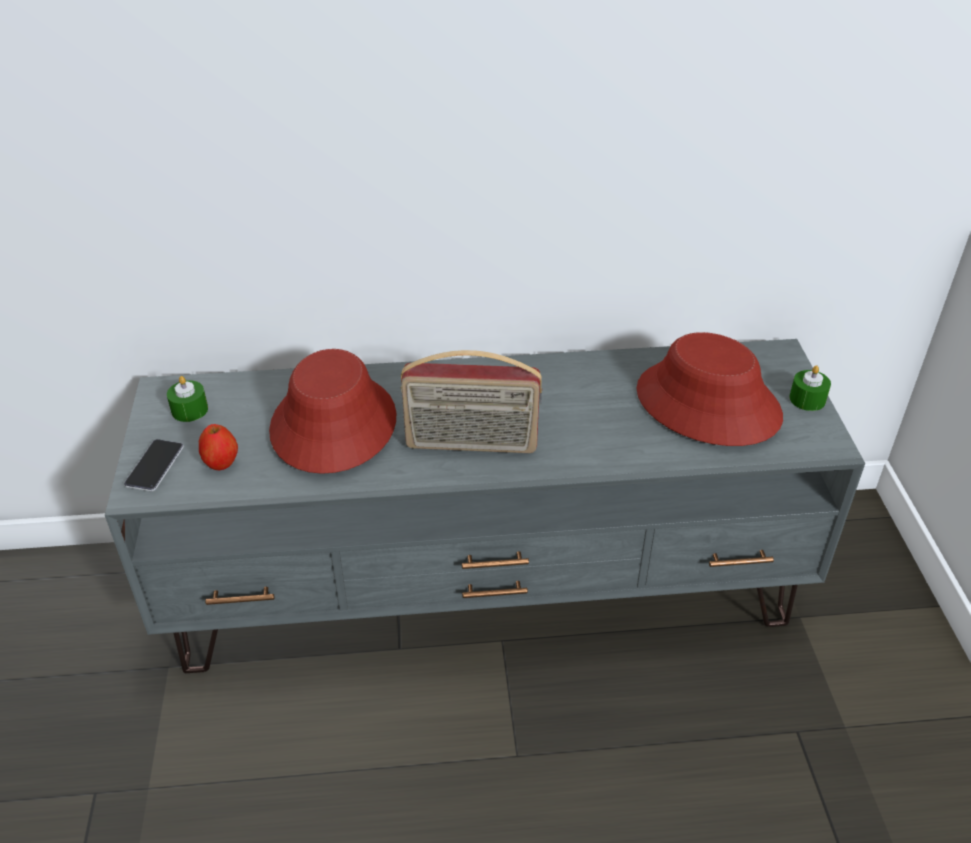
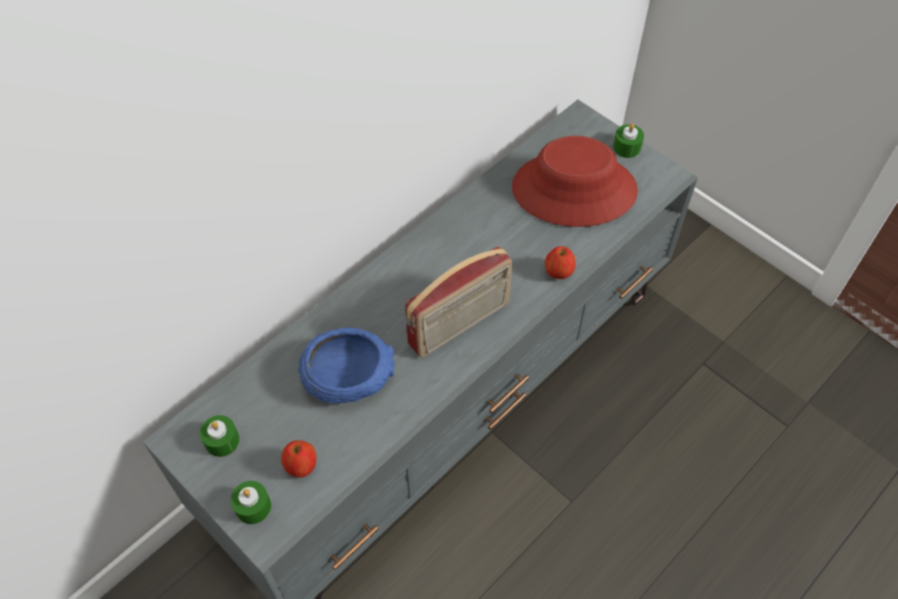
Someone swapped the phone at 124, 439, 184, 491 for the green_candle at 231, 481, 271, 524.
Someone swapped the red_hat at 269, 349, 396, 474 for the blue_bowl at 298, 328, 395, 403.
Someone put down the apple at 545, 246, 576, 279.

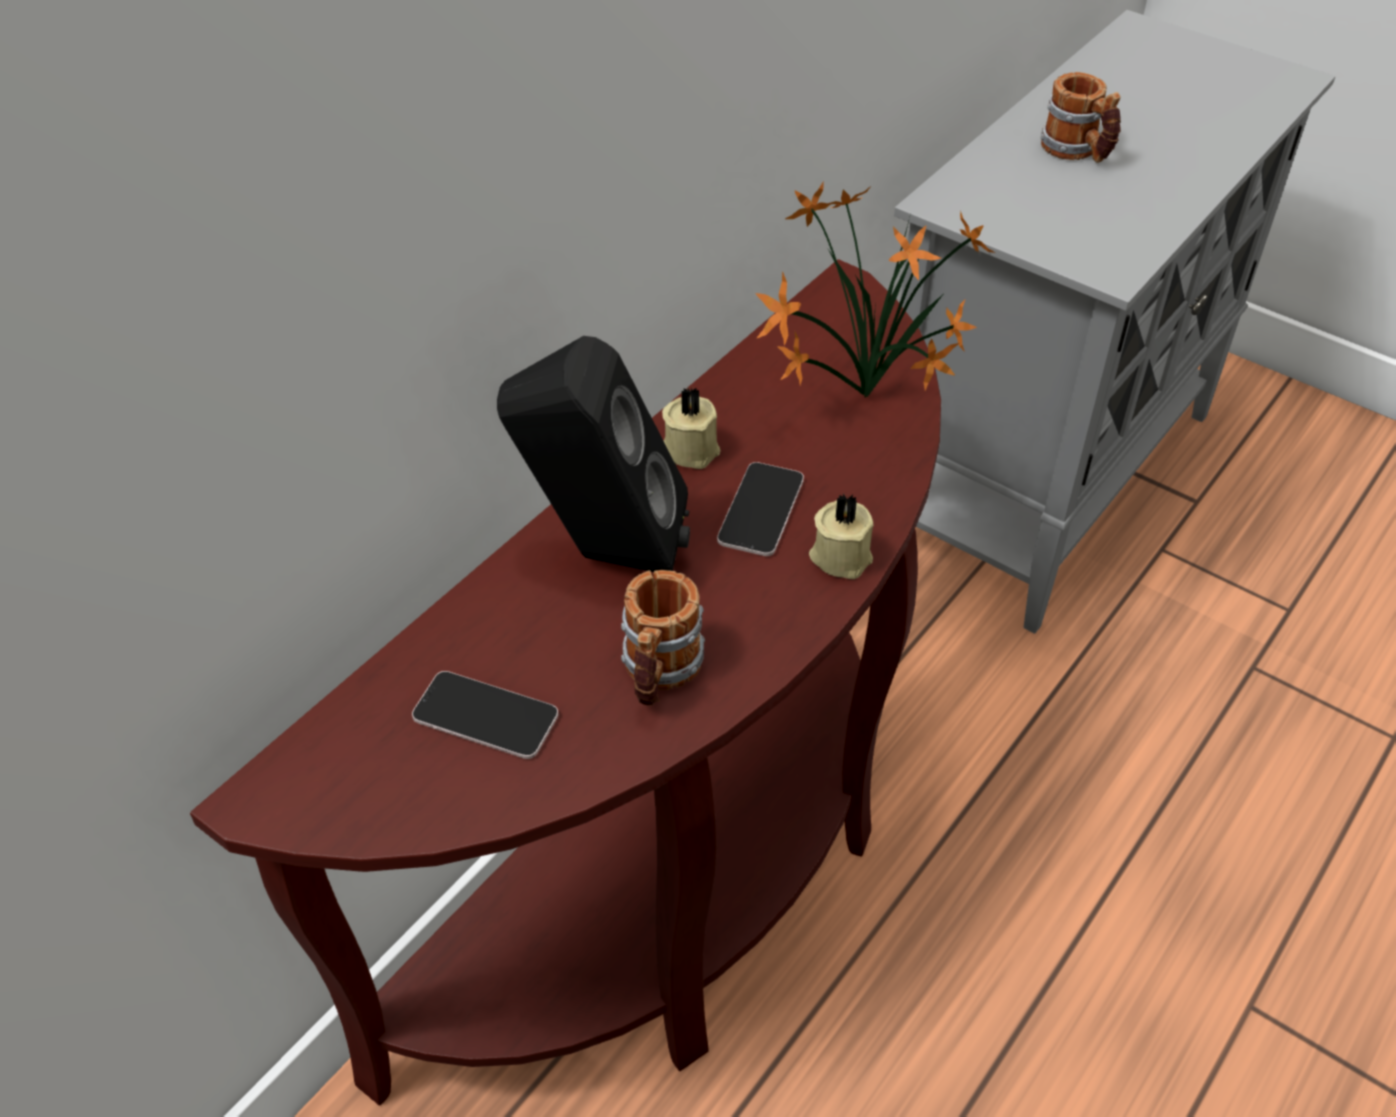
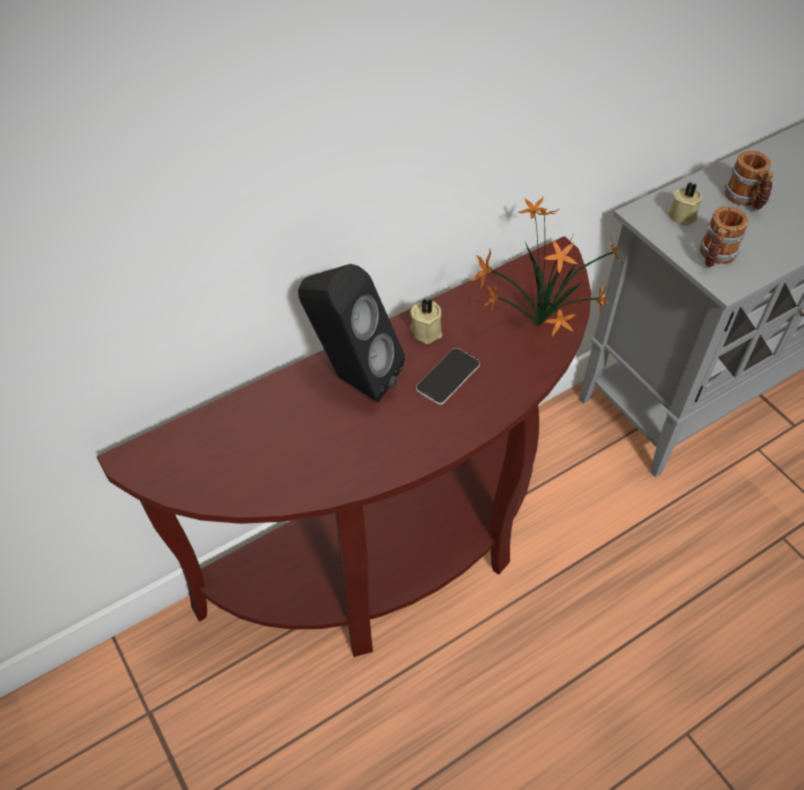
Someone took away the phone at 412, 671, 558, 759.
Someone carried the mug from 621, 570, 705, 705 to 700, 206, 748, 268.
Someone carried the beige_candle from 809, 493, 874, 579 to 667, 182, 702, 226.

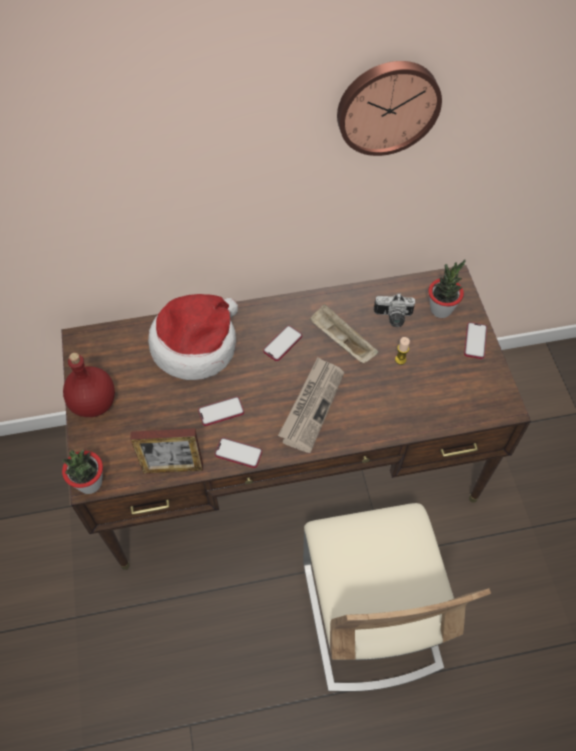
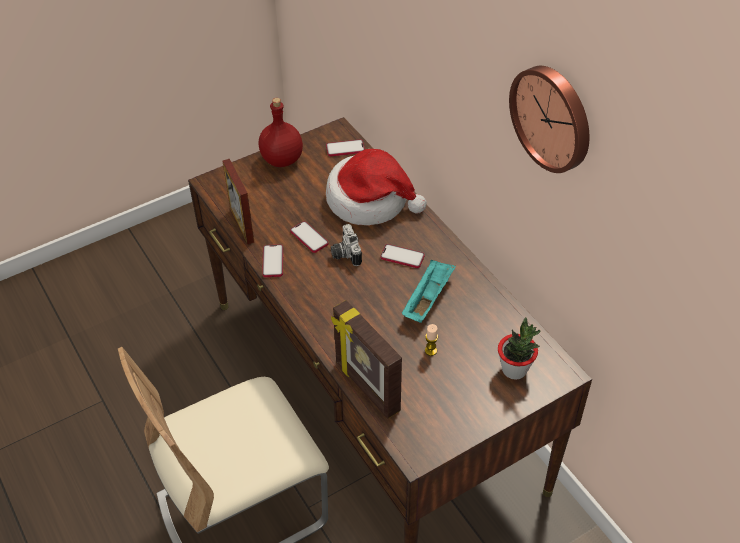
Someone took away the potted_plant at 62, 450, 103, 494.
Someone took away the newspaper at 278, 357, 344, 453.
Someone repainted the beige_tray at 309, 304, 379, 363, which became the turquoise_tray at 402, 259, 456, 323.
Someone carried the photo_camera from 374, 293, 415, 327 to 331, 224, 362, 266.
Someone carried the phone from 464, 322, 487, 359 to 326, 139, 365, 157.
Someone put down the picture_frame at 331, 300, 402, 419.

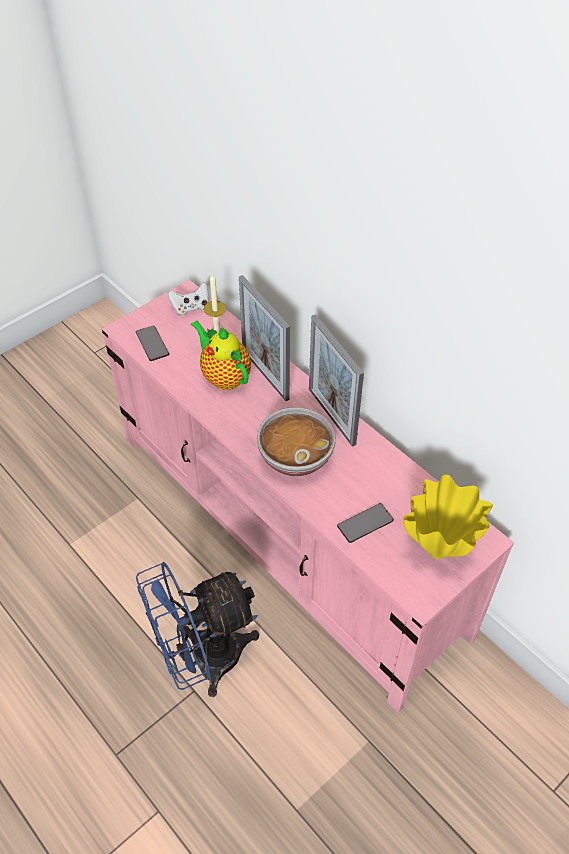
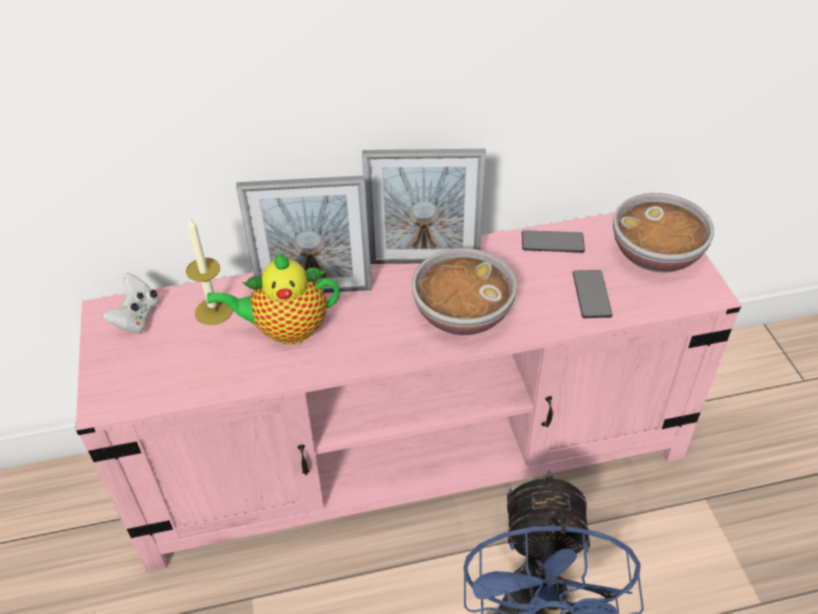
Someone carried the phone from 136, 326, 169, 361 to 522, 230, 585, 253.
Someone swapped the yellow_vase at 403, 475, 493, 559 for the bowl at 613, 193, 714, 273.

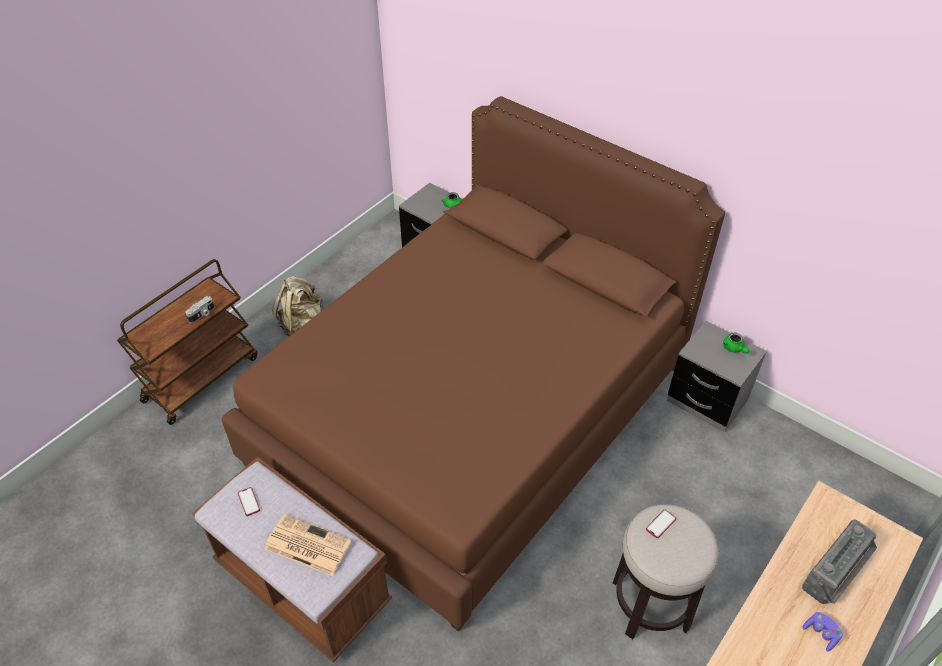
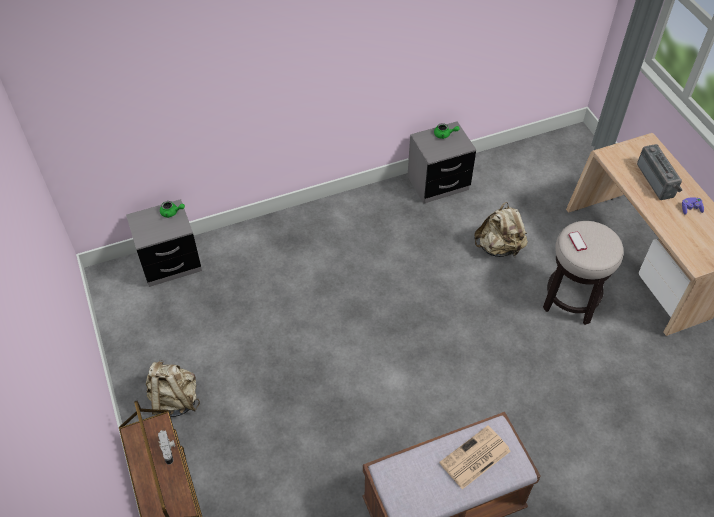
Someone took away the brown_bed at 222, 96, 725, 632.
Someone took away the phone at 238, 487, 260, 516.
Someone put down the beige_backpack at 474, 202, 528, 257.

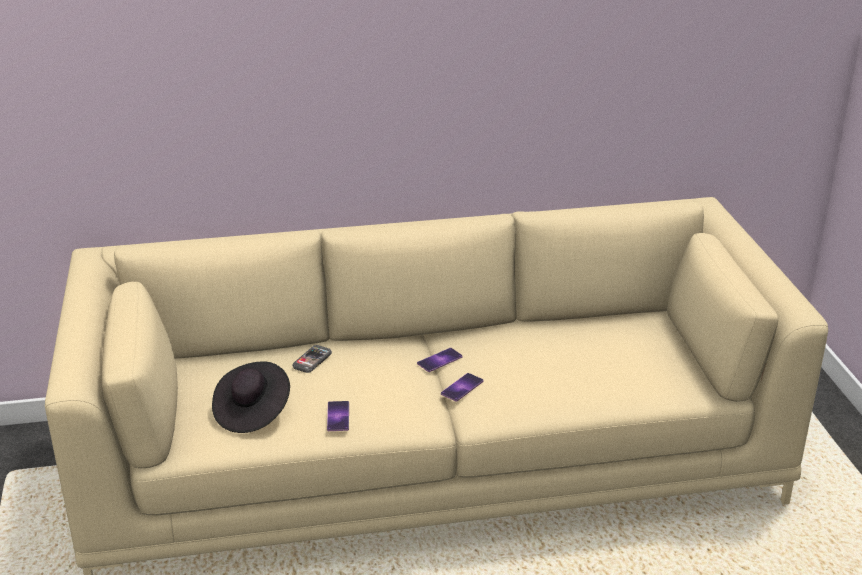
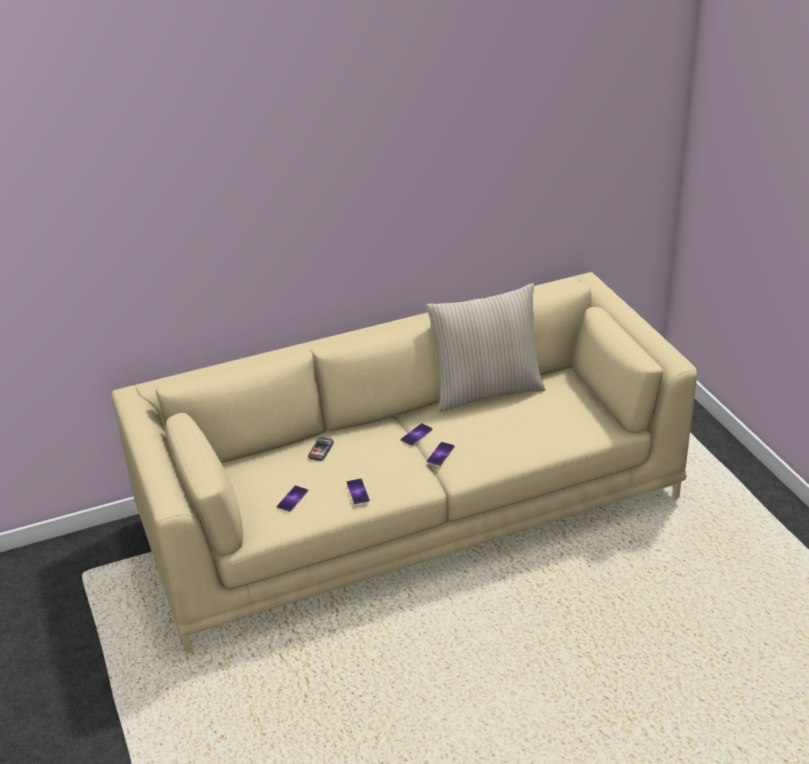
Someone swapped the black_hat at 212, 361, 290, 433 for the phone at 277, 485, 308, 512.
Someone put down the beige_pillow at 426, 283, 545, 412.

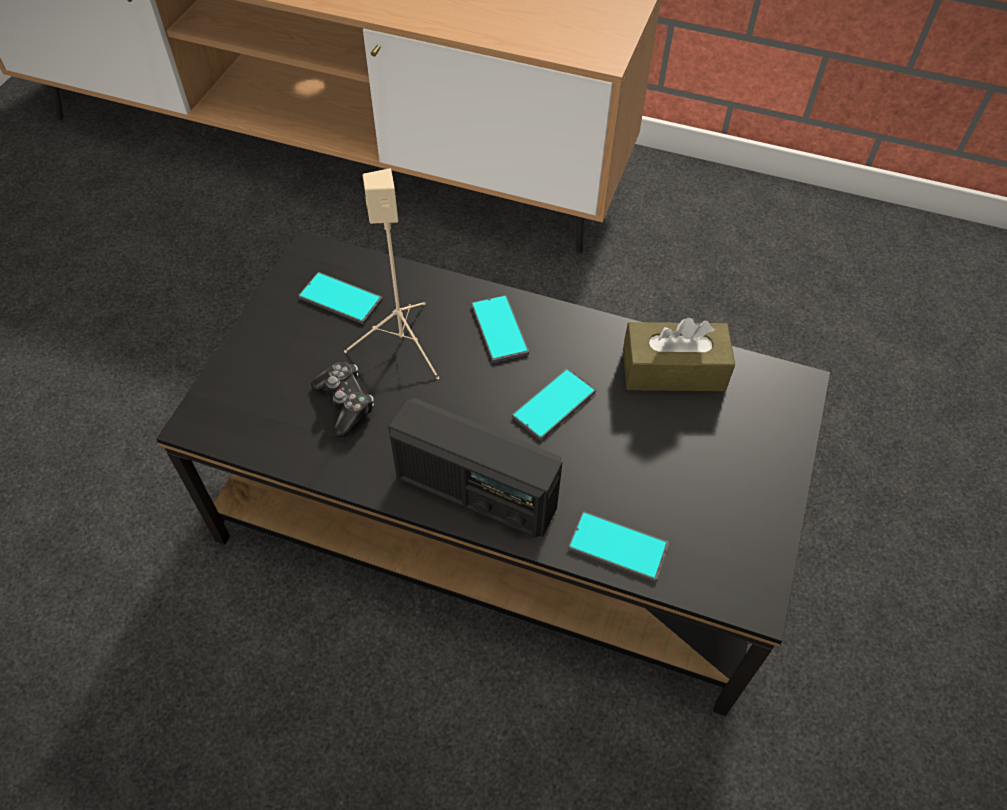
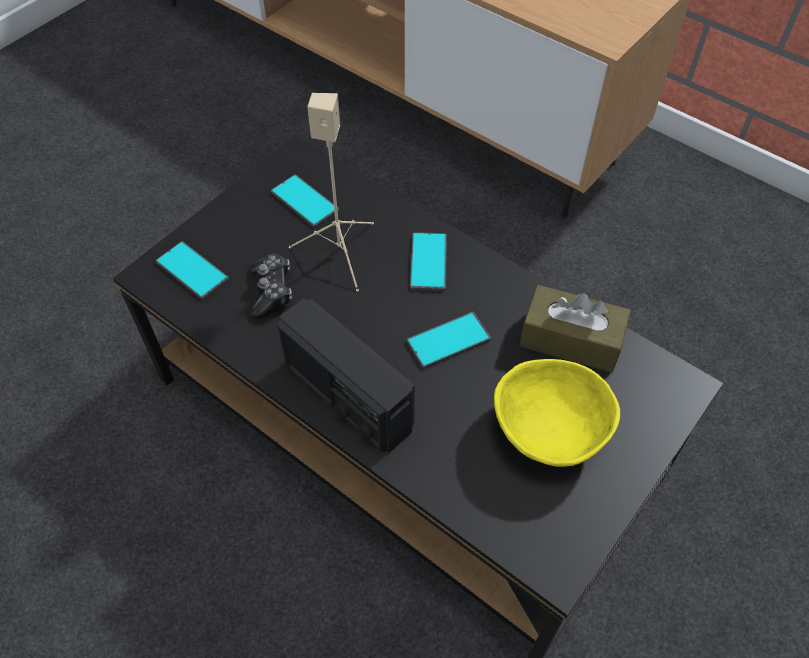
Someone carried the phone from 568, 511, 669, 581 to 156, 241, 229, 300.
Someone put down the yellow_bowl at 494, 359, 620, 467.

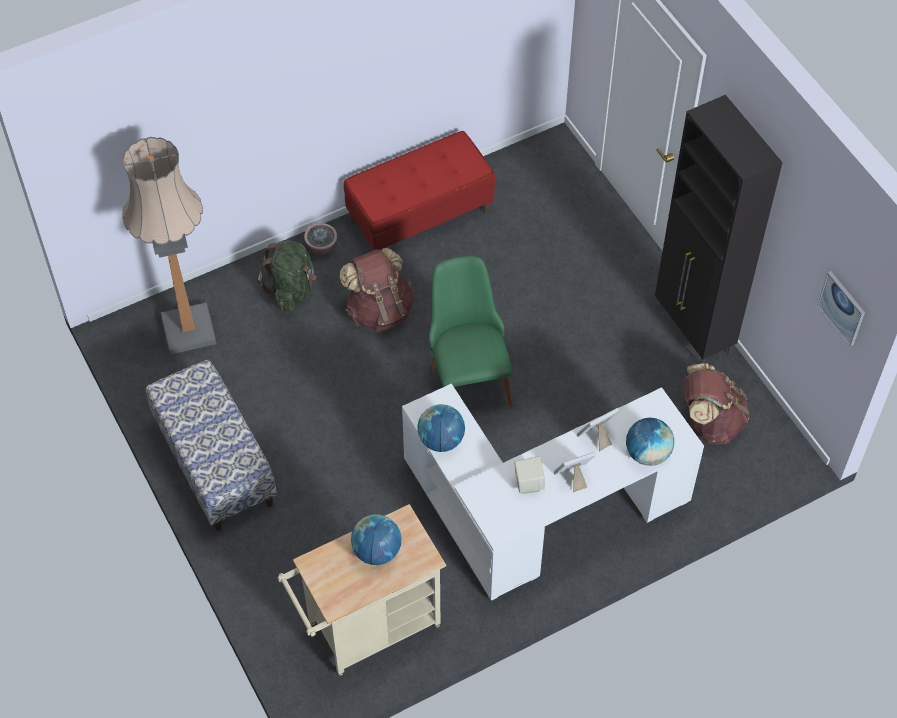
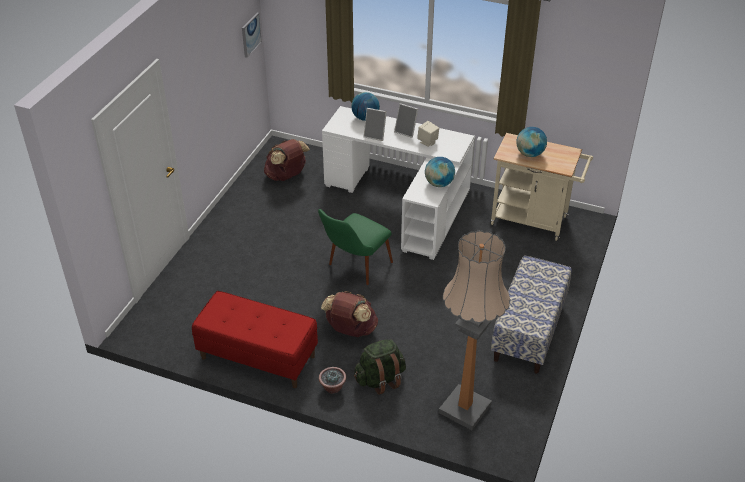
Someone took away the black_cabinet at 655, 95, 783, 364.

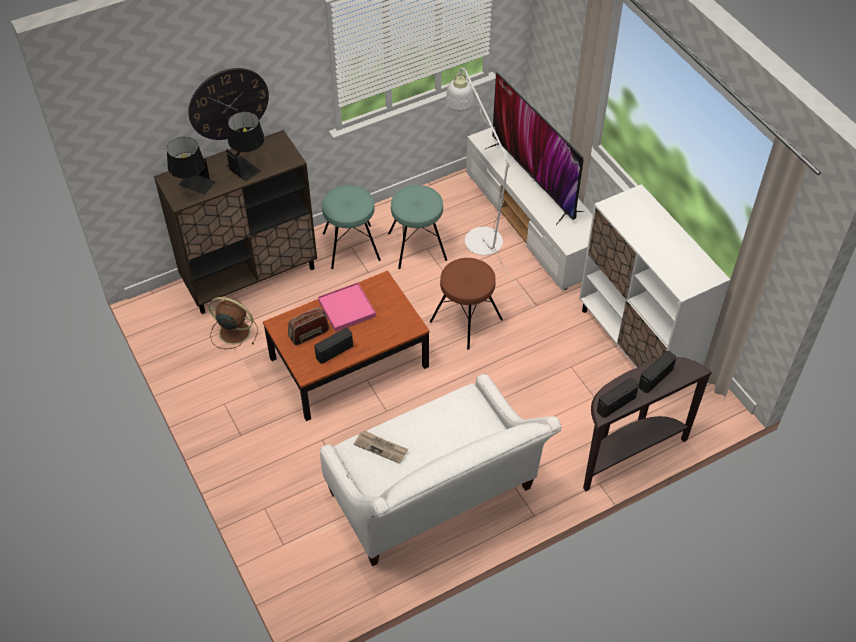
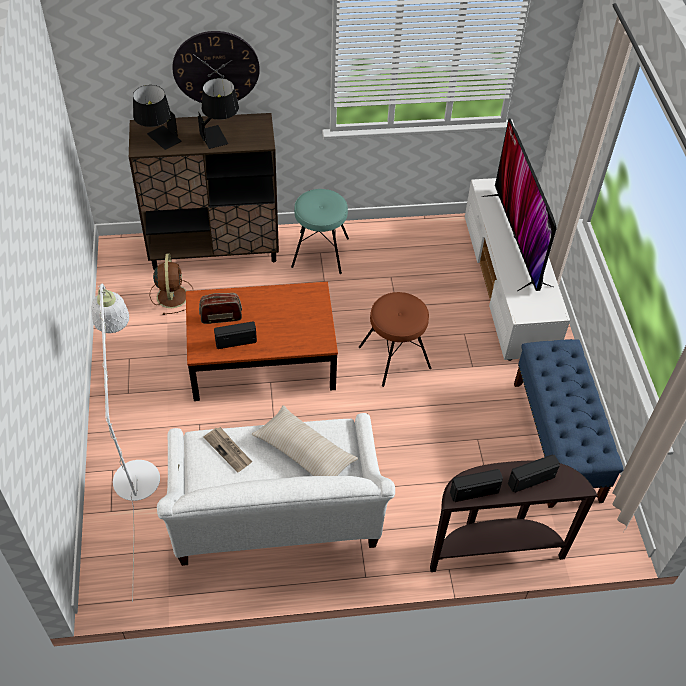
Someone rotated the brown_fan at 209, 297, 257, 349 by 45 degrees clockwise.
Someone took away the pink_tray at 318, 282, 376, 332.
Someone took away the turquoise_stool at 388, 185, 447, 269.
Someone carried the white_floor_lamp from 446, 68, 539, 313 to 91, 284, 160, 602.
Someone swapped the white_cabinet at 579, 184, 731, 368 for the blue_bench at 514, 339, 624, 508.
Someone put down the beige_pillow at 252, 405, 358, 476.

